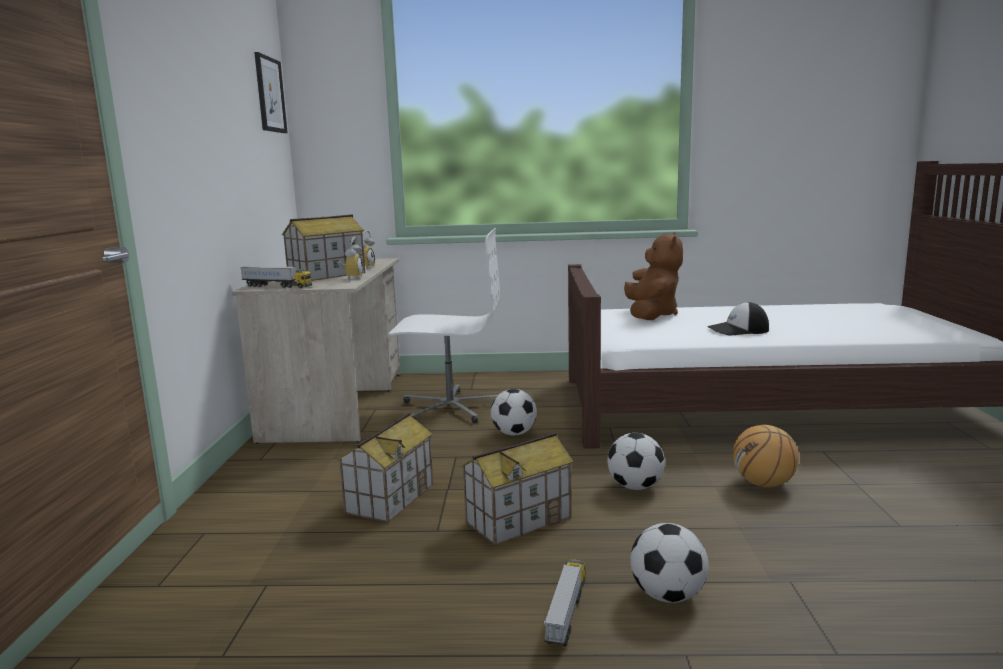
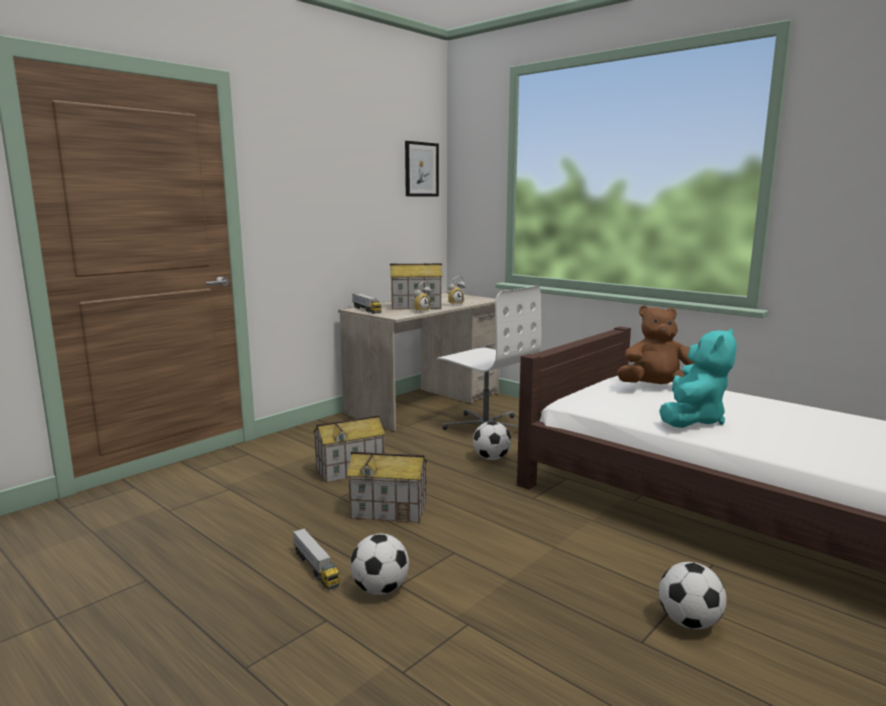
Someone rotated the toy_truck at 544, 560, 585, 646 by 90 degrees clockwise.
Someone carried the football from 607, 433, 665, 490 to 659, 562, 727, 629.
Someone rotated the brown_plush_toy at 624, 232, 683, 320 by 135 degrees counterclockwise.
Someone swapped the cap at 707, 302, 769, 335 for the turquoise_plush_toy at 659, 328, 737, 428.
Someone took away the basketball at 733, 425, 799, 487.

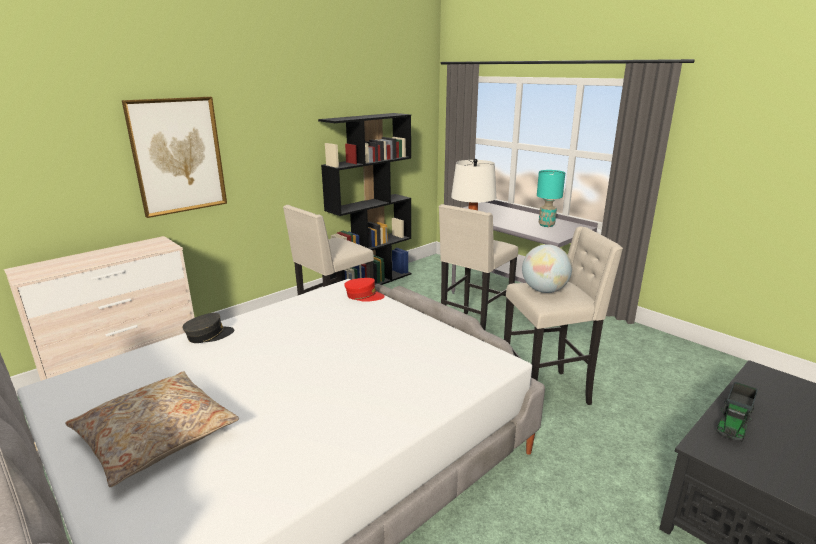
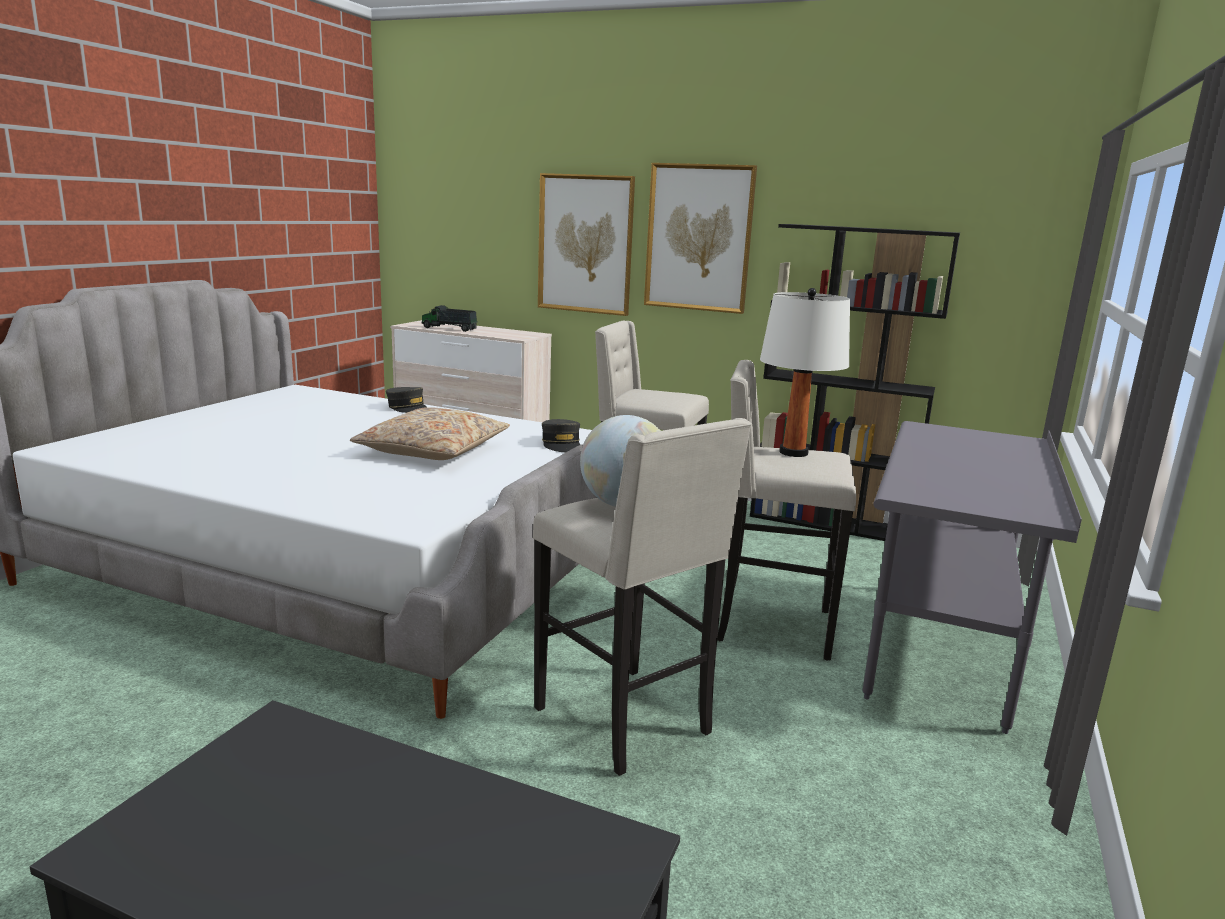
Someone carried the beige_pillow from 65, 371, 239, 487 to 350, 407, 510, 460.
Someone repainted the red_cap at 344, 278, 385, 302, which became the grey_cap at 542, 419, 580, 452.
Someone took away the turquoise_table_lamp at 537, 170, 565, 227.
Someone carried the toy_truck from 716, 382, 758, 441 to 421, 305, 478, 332.
Someone put up the picture at 644, 163, 757, 314.

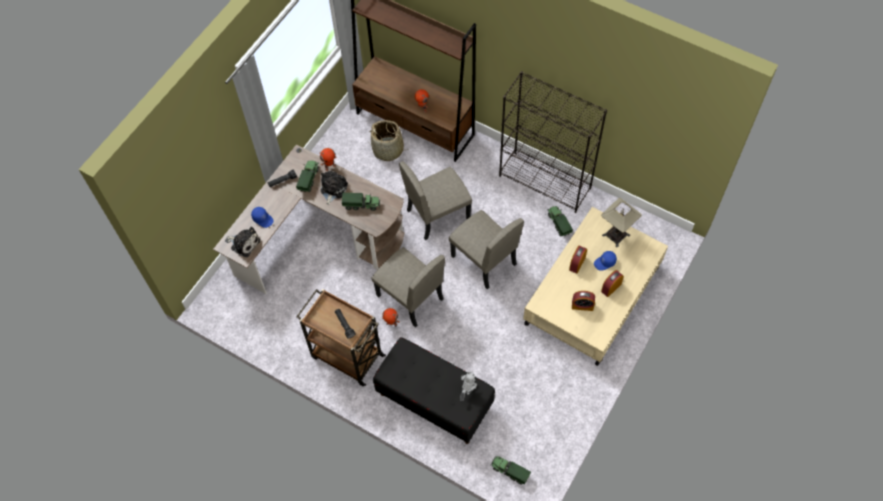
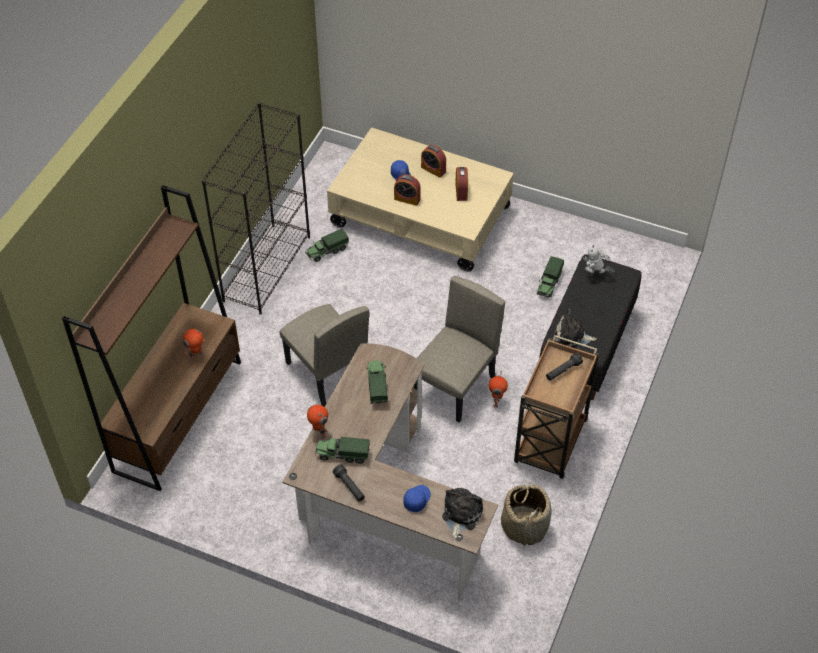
Someone carried the plush_toy from 320, 171, 348, 205 to 555, 309, 597, 349.
Someone carried the basket from 369, 120, 407, 161 to 501, 483, 552, 547.
Someone took away the beige_chair at 449, 210, 524, 290.
Someone carried the toy_truck from 490, 456, 531, 485 to 537, 256, 564, 298.
Someone took away the table_lamp at 601, 198, 642, 248.

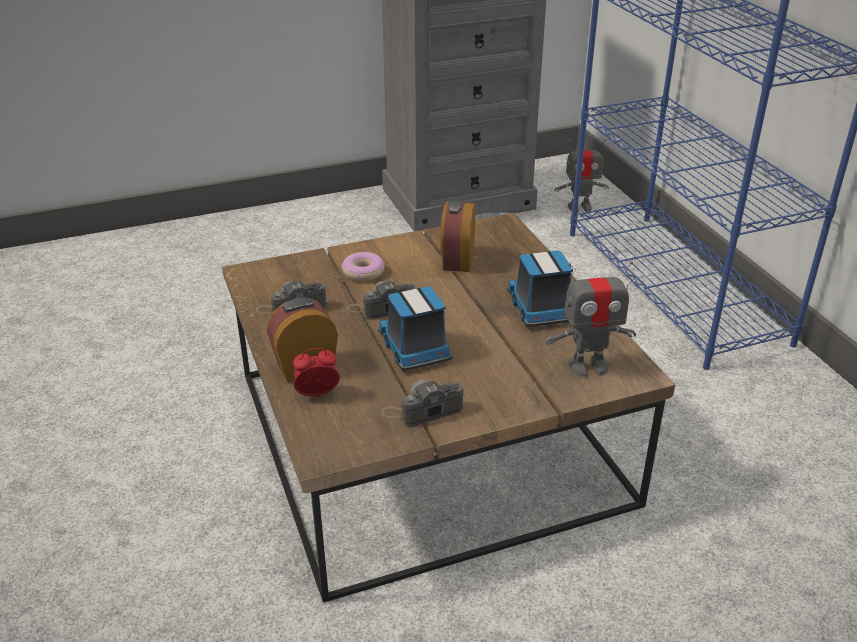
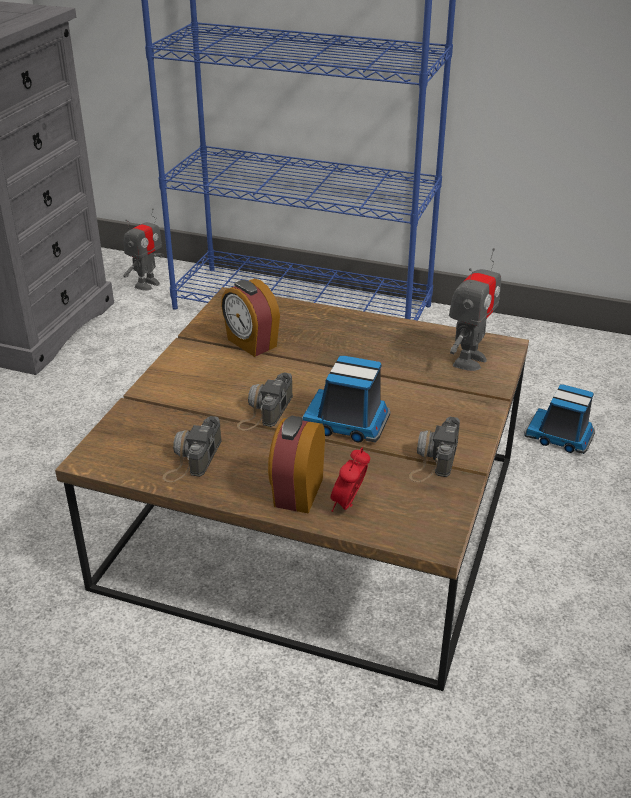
Someone took away the donut at 342, 252, 385, 281.
Someone carried the toy_truck from 507, 250, 573, 327 to 525, 384, 595, 454.

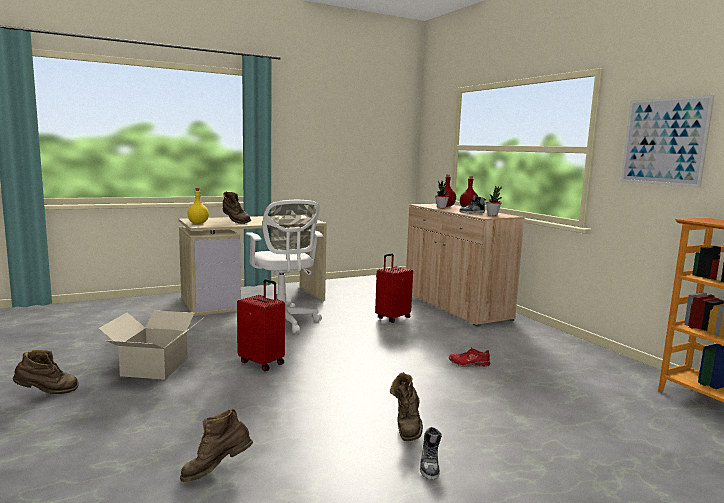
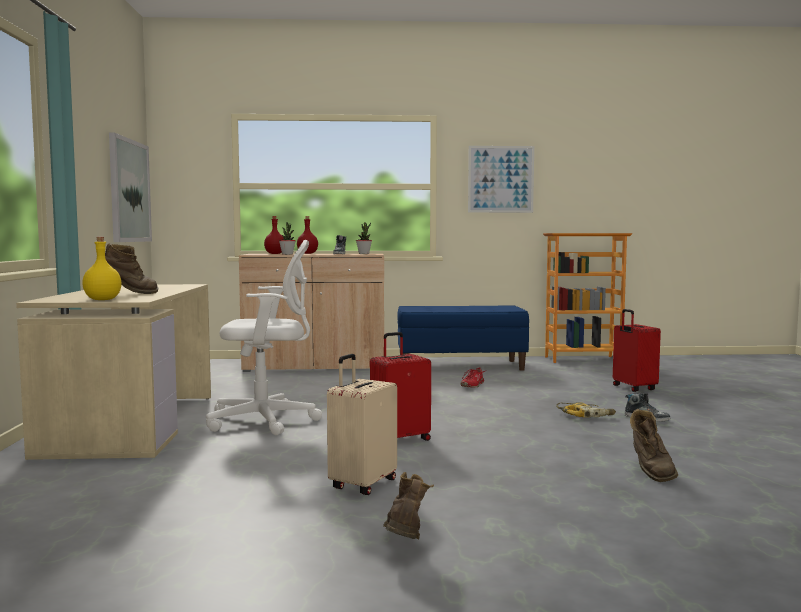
Someone swapped the cardboard_box at 98, 310, 204, 380 for the beige_suitcase at 327, 354, 397, 495.
Someone carried the red_suitcase from 375, 253, 413, 323 to 613, 309, 661, 392.
Someone swapped the brown_boot at 390, 372, 423, 441 for the power_drill at 556, 402, 616, 418.
Someone put up the picture at 109, 132, 152, 242.
Someone put down the blue_bench at 397, 305, 529, 371.

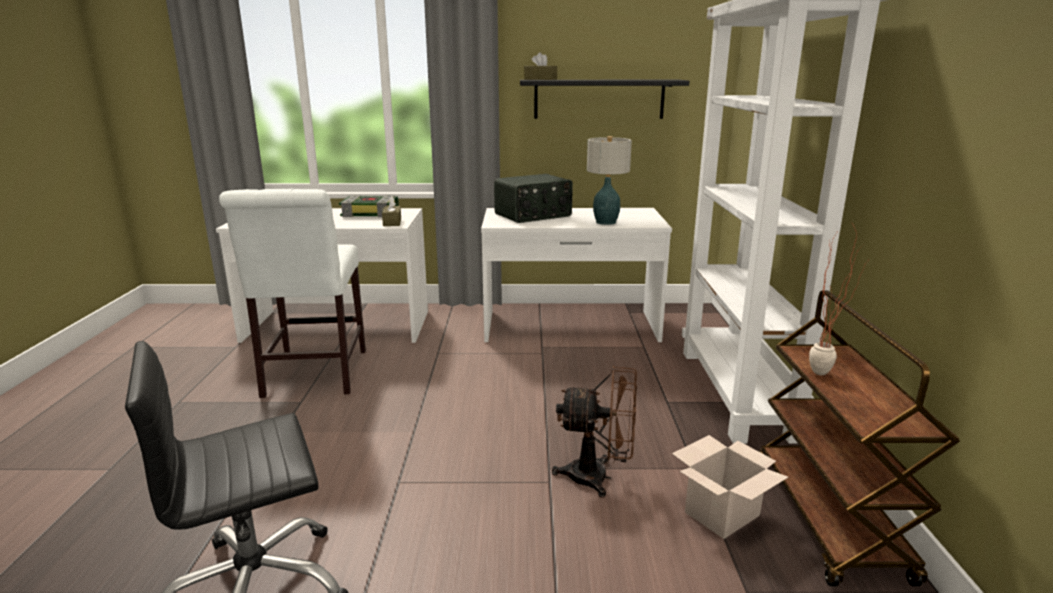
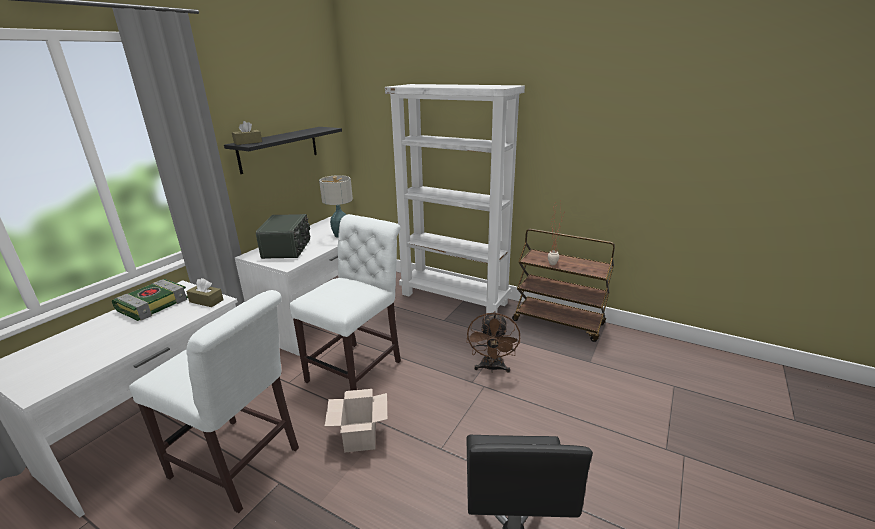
Someone rotated the brown_fan at 552, 366, 637, 498 by 150 degrees clockwise.
Someone carried the cardboard_box from 672, 435, 788, 539 to 325, 389, 388, 453.
Someone put down the white_chair at 289, 214, 401, 391.

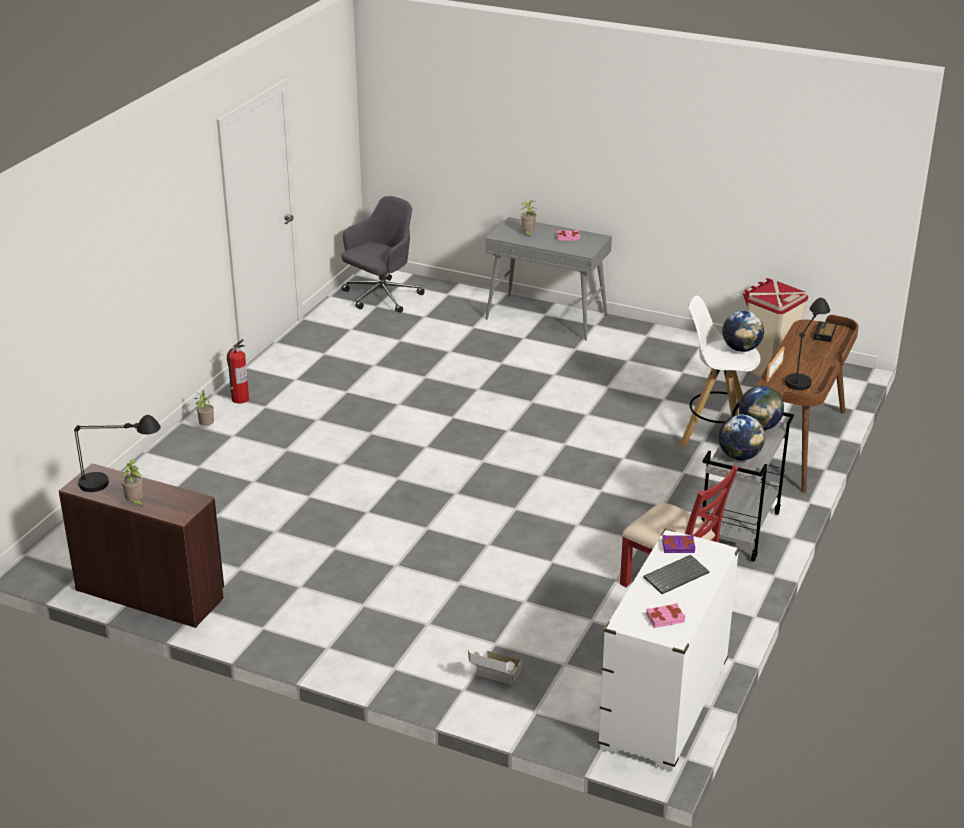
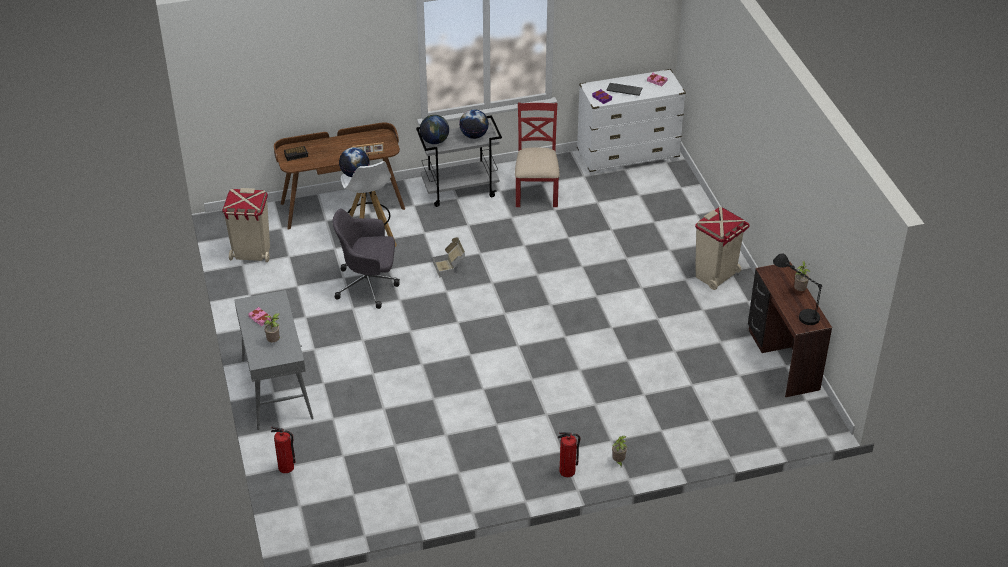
Someone carried the grey_office_chair from 341, 196, 425, 313 to 332, 209, 400, 309.
Someone carried the cardboard_box from 468, 650, 522, 685 to 433, 237, 465, 277.
Someone took away the black_table_lamp at 785, 298, 830, 390.
Someone put down the fire_extinguisher at 271, 426, 295, 473.
Someone put down the beige_trash_can at 695, 207, 750, 290.

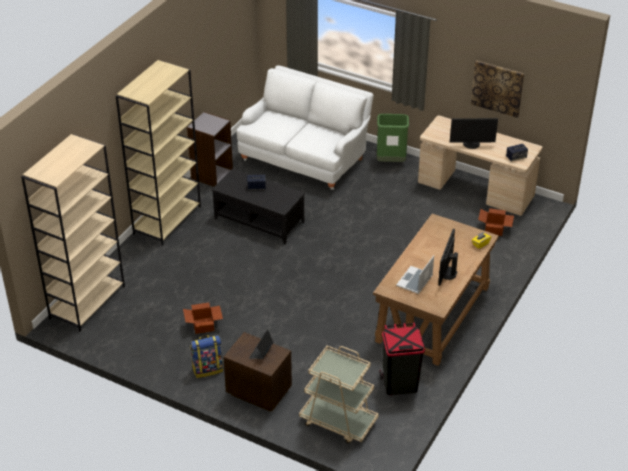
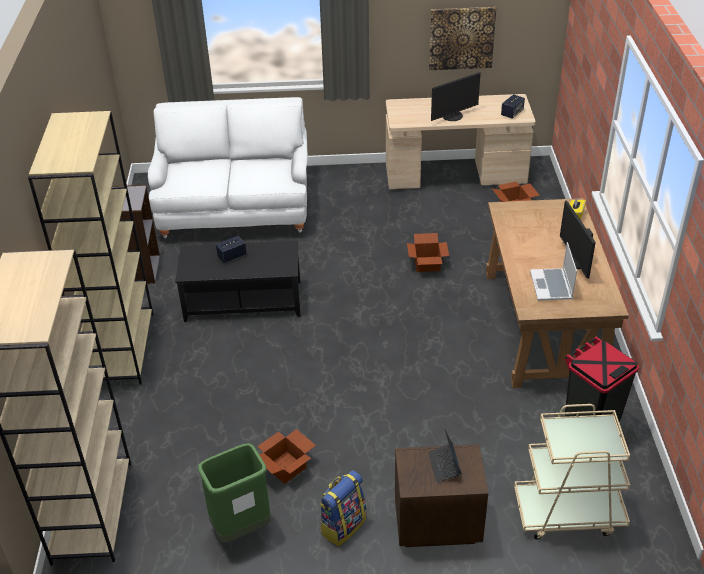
Someone carried the green_trash_can from 377, 114, 409, 162 to 198, 443, 271, 542.
Someone put down the cardboard_box at 407, 233, 449, 272.

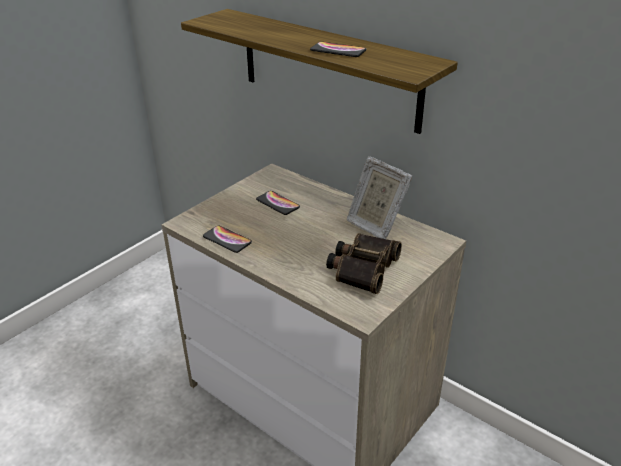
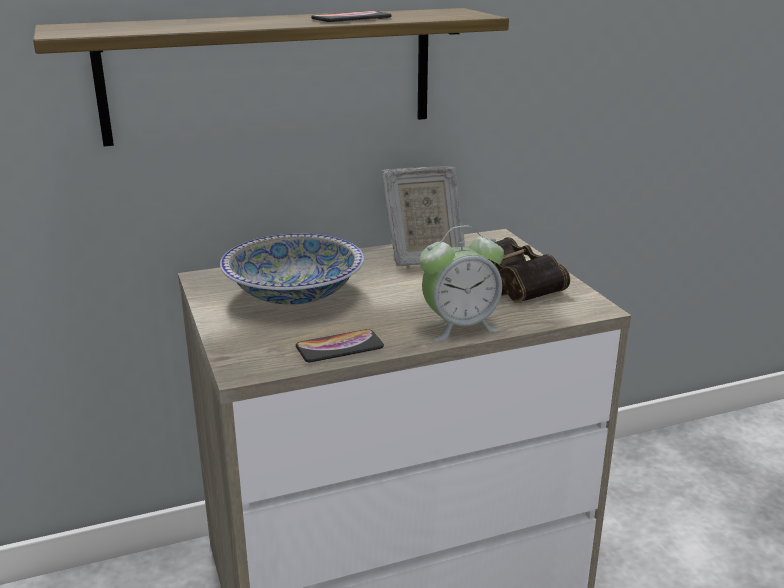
Someone swapped the phone at 256, 191, 300, 215 for the bowl at 220, 234, 364, 304.
Someone put down the alarm_clock at 419, 226, 504, 341.

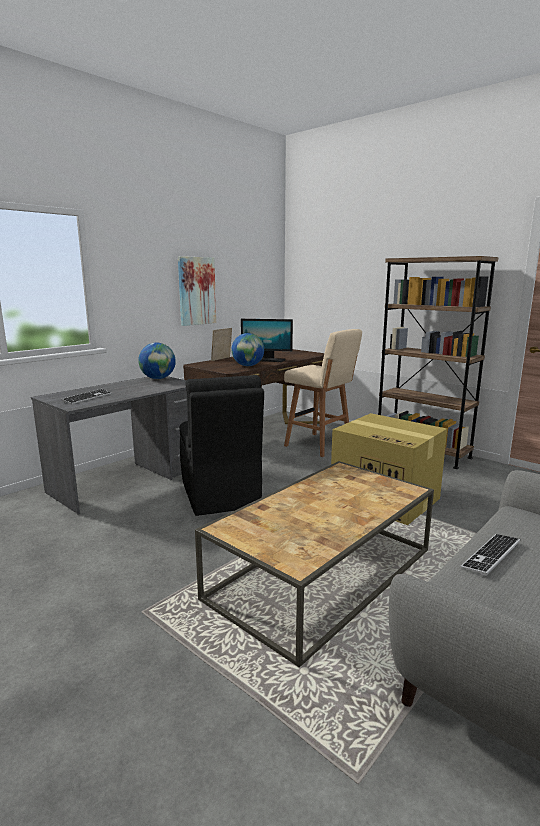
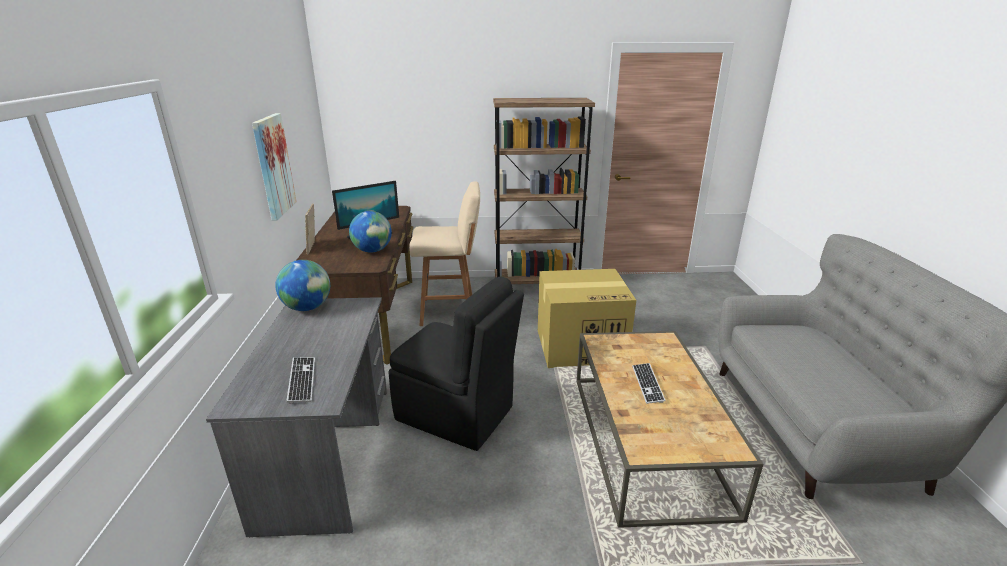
Someone carried the keyboard from 461, 534, 520, 576 to 632, 363, 665, 404.

